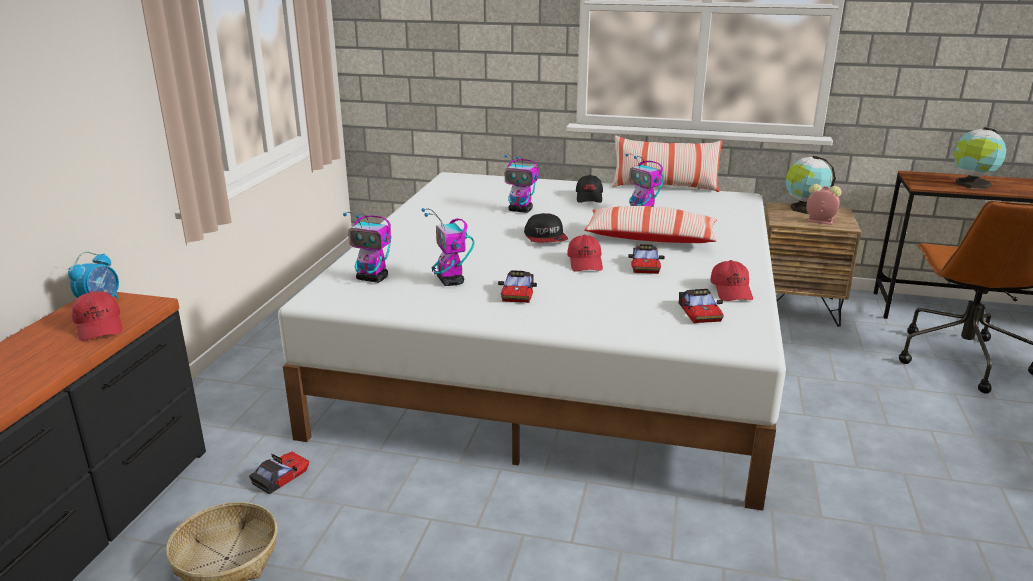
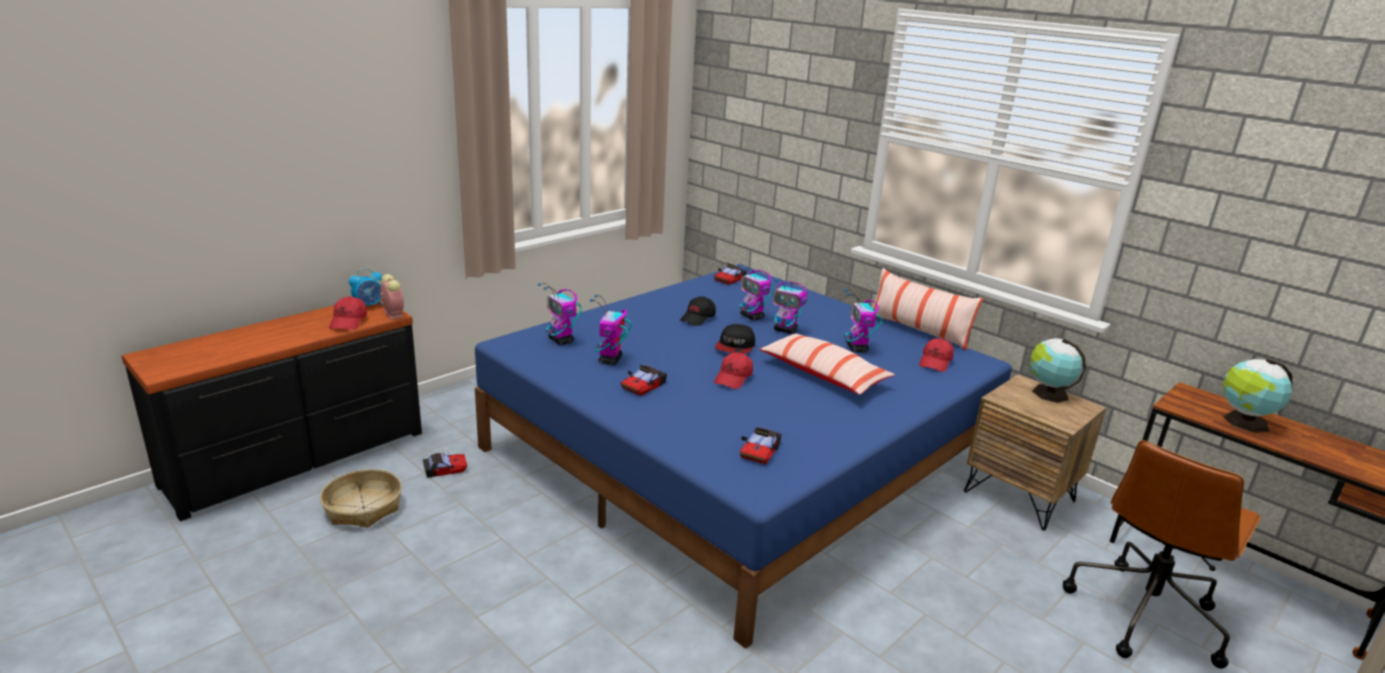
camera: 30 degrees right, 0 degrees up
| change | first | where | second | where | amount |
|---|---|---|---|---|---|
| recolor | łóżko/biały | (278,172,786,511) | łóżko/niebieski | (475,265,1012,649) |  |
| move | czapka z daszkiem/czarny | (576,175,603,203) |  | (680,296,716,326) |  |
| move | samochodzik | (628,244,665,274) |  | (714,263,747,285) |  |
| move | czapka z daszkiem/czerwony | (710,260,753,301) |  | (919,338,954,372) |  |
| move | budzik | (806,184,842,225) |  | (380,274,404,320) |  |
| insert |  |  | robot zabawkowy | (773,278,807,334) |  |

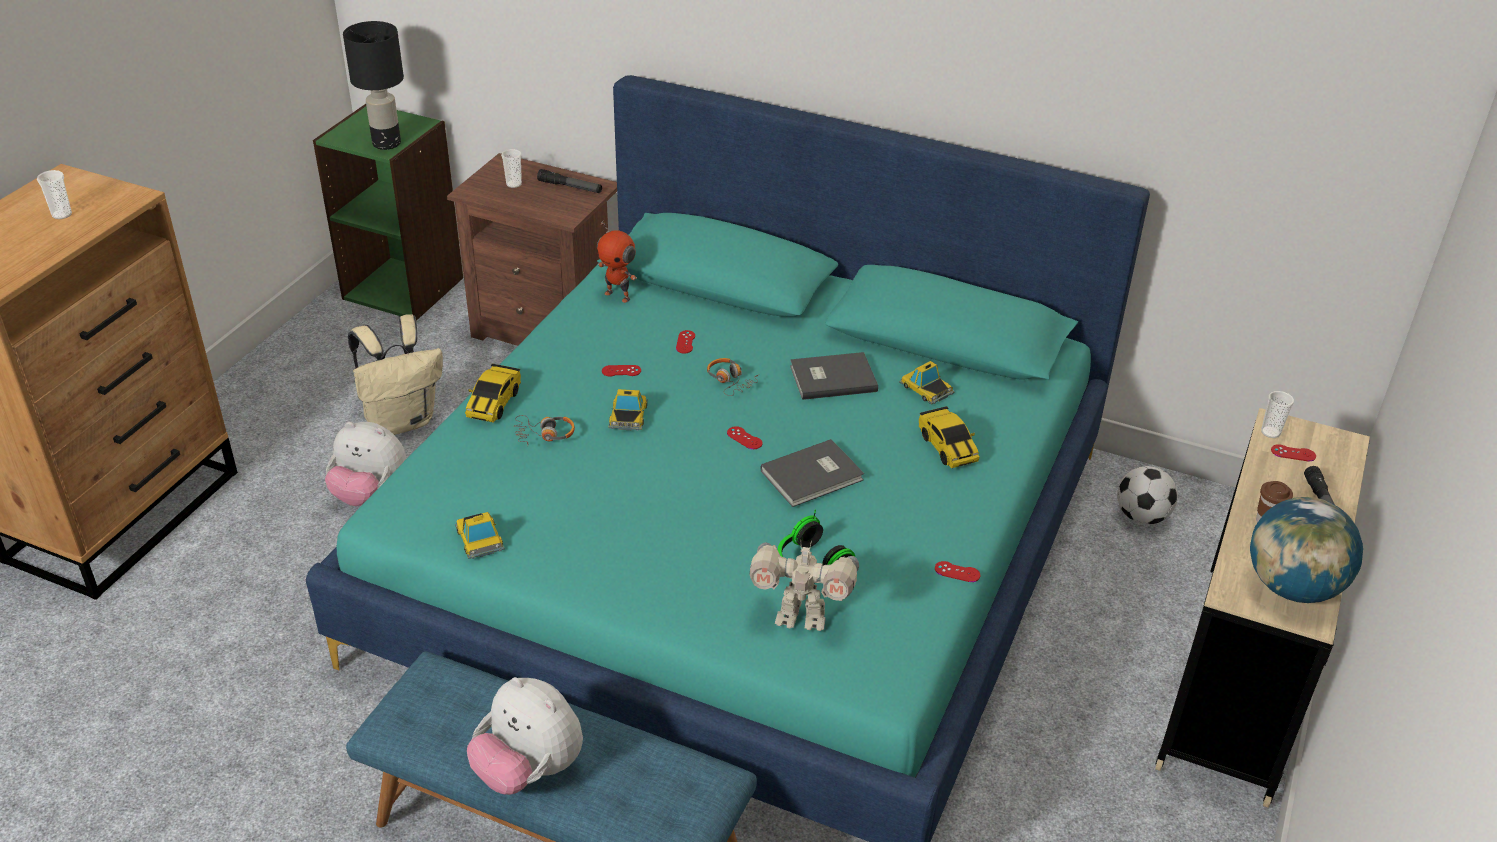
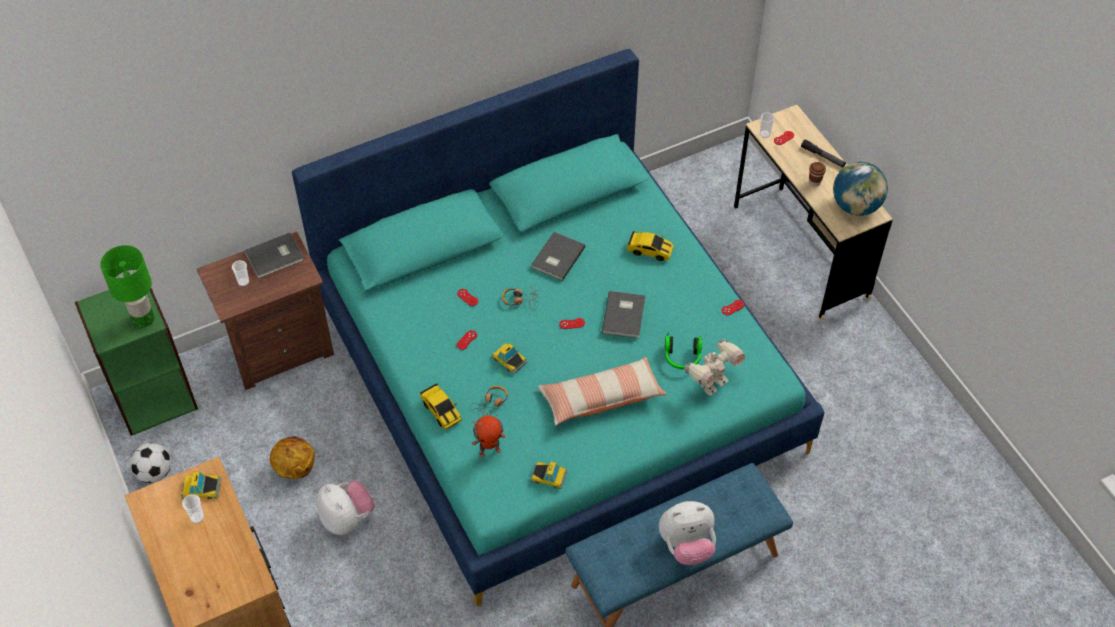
camera: 50 degrees left, 15 degrees up
| change | first | where | second | where | amount |
|---|---|---|---|---|---|
| rotate | pluszak | (325,422,406,506) |  | (316,481,375,535) | 90 degrees counterclockwise |
| recolor | lampa stołowa/czarny | (343,21,404,150) | lampa stołowa/zielony | (100,245,155,328) |  |
| replace | plecak/beżowy | (348,314,443,435) | piłka do koszykówki | (270,436,315,479) |  |
| replace | latarka | (537,169,602,193) | książka/szary | (244,233,304,278) |  |
| move | robot zabawkowy | (597,220,637,303) |  | (472,415,506,457) |  |
| move | samochodzik | (899,361,955,405) |  | (181,471,222,499) |  |
| move | piłka futbolowa | (1117,466,1178,525) |  | (130,443,171,483) |  |
| insert |  |  | poduszka | (538,357,666,426) |  |

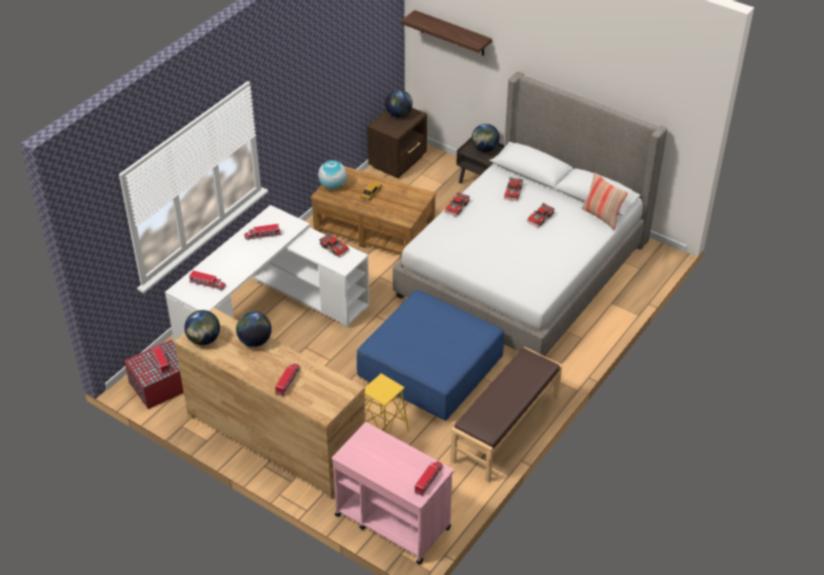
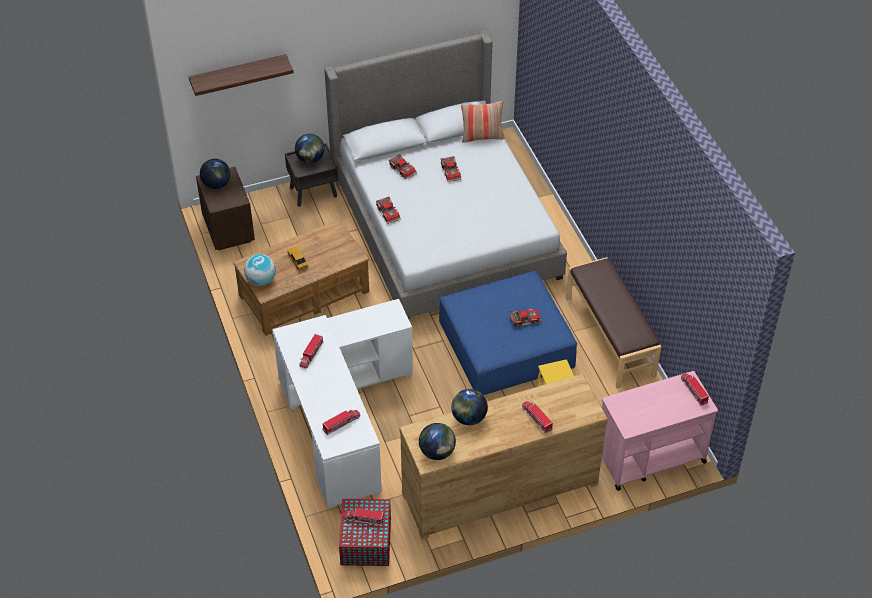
camera: 55 degrees left, 5 degrees up
| change | first | where | second | where | amount |
|---|---|---|---|---|---|
| move | samochodzik | (319,233,350,258) |  | (509,309,541,327) |  |

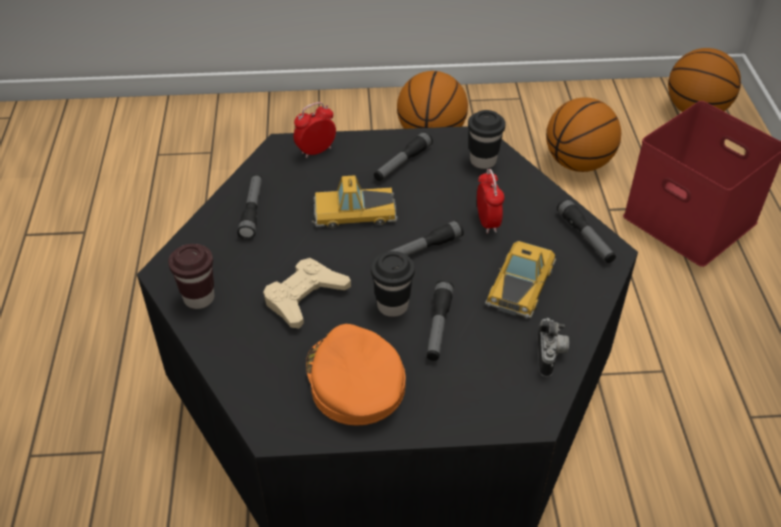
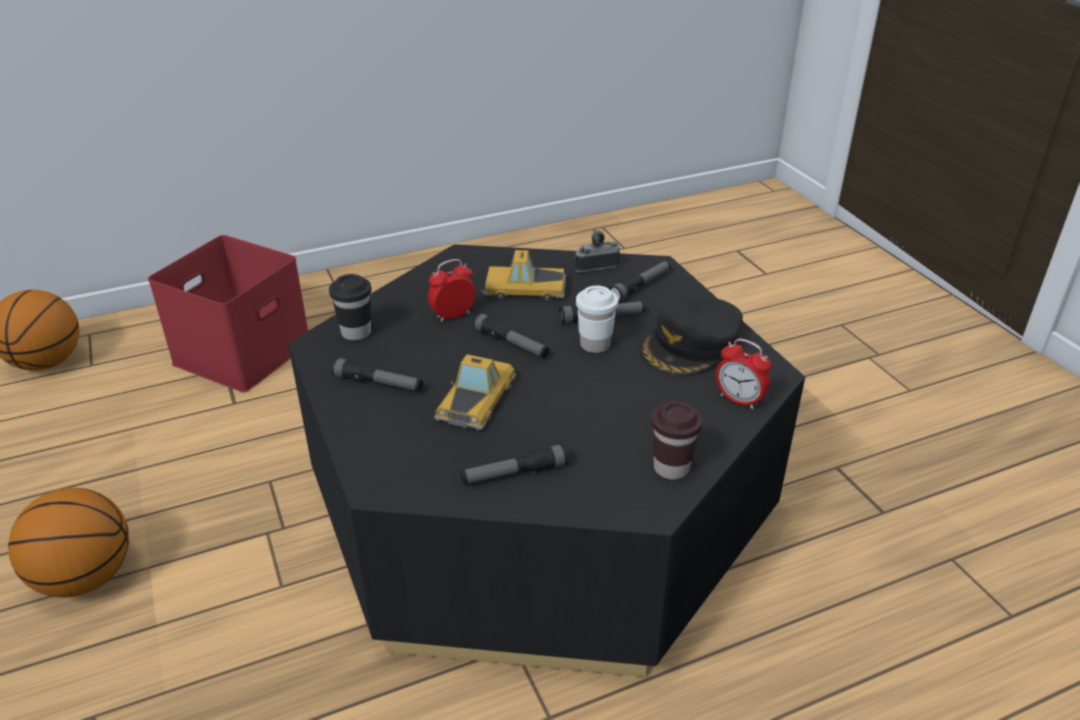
camera: 110 degrees left, 10 degrees down
| change | first | where | second | where | amount |
|---|---|---|---|---|---|
| delete | pad do gier/beżowy | (263,258,351,329) |  |  |  |
| move | budzik | (293,102,336,158) |  | (715,339,771,409) |  |
| recolor | czapka z daszkiem/pomarańczowy | (306,324,406,426) | czapka z daszkiem/czarny | (640,298,743,376) |  |
| rotate | samochodzik | (312,175,397,228) |  | (434,354,516,430) | 135 degrees counterclockwise |
| recolor | filiżanka/czarny | (371,251,415,317) | filiżanka/biały | (576,286,618,353) |  |
| delete | piłka do koszykówki | (546,98,621,172) |  |  |  |
| move | latarka | (557,198,616,263) |  | (609,261,671,302) |  |

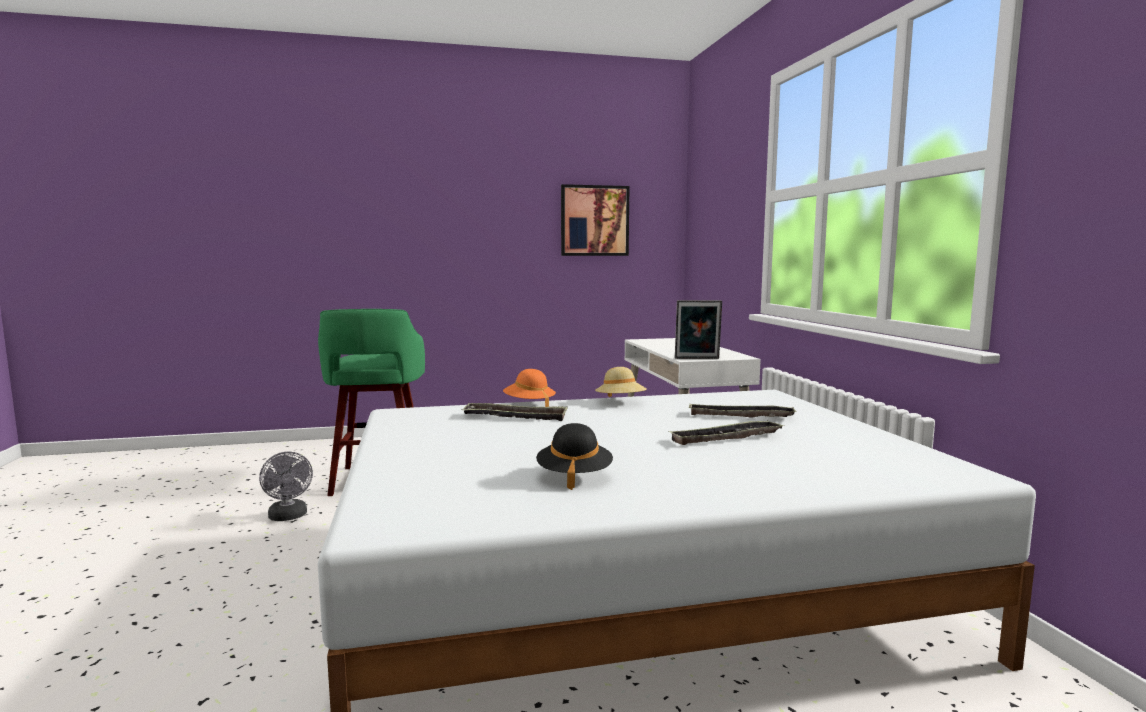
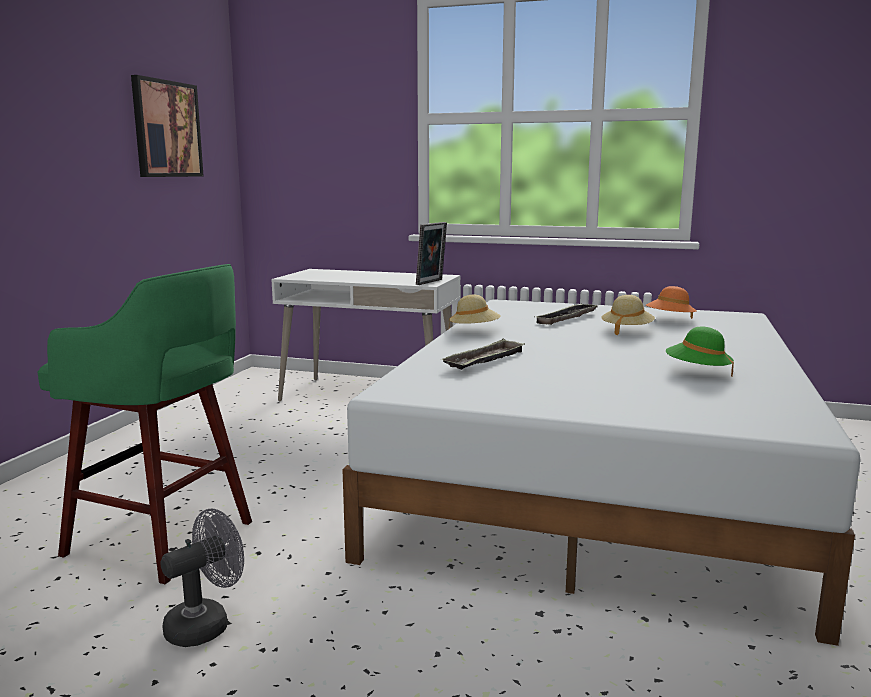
camera: 60 degrees left, 5 degrees up
| change | first | where | second | where | amount |
|---|---|---|---|---|---|
| rotate | wentylator/szary | (259,452,313,521) |  | (161,509,244,647) | 45 degrees counterclockwise |
| move | kapelusz/pomarańczowy | (503,369,556,407) |  | (646,286,697,319) |  |
| recolor | kapelusz/czarny | (536,423,613,490) | kapelusz/zielony | (666,326,734,376) |  |
| replace | taca | (668,420,784,445) | kapelusz/beżowy | (601,295,655,336) |  |

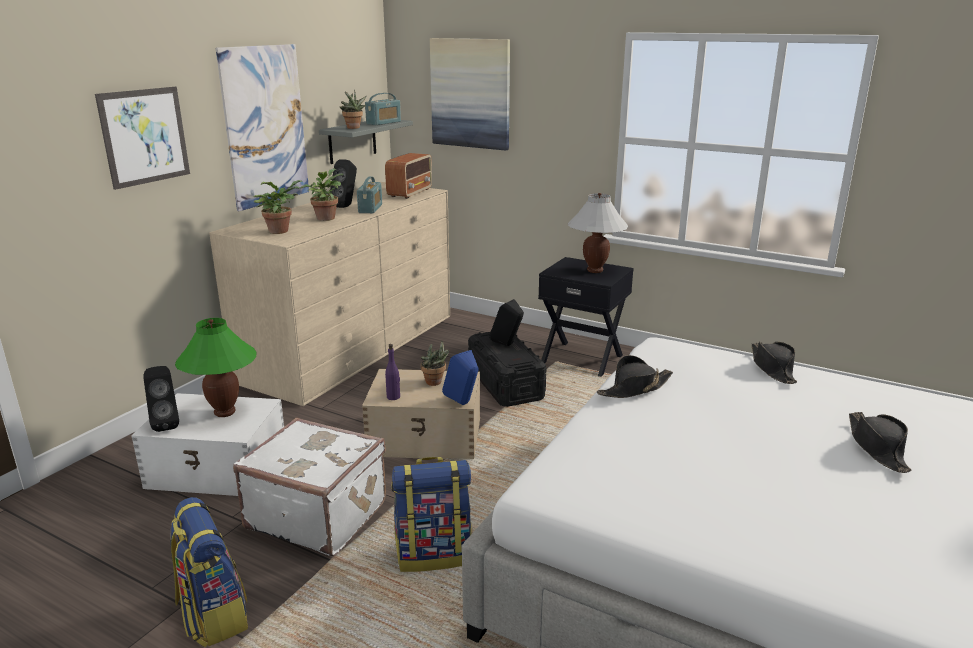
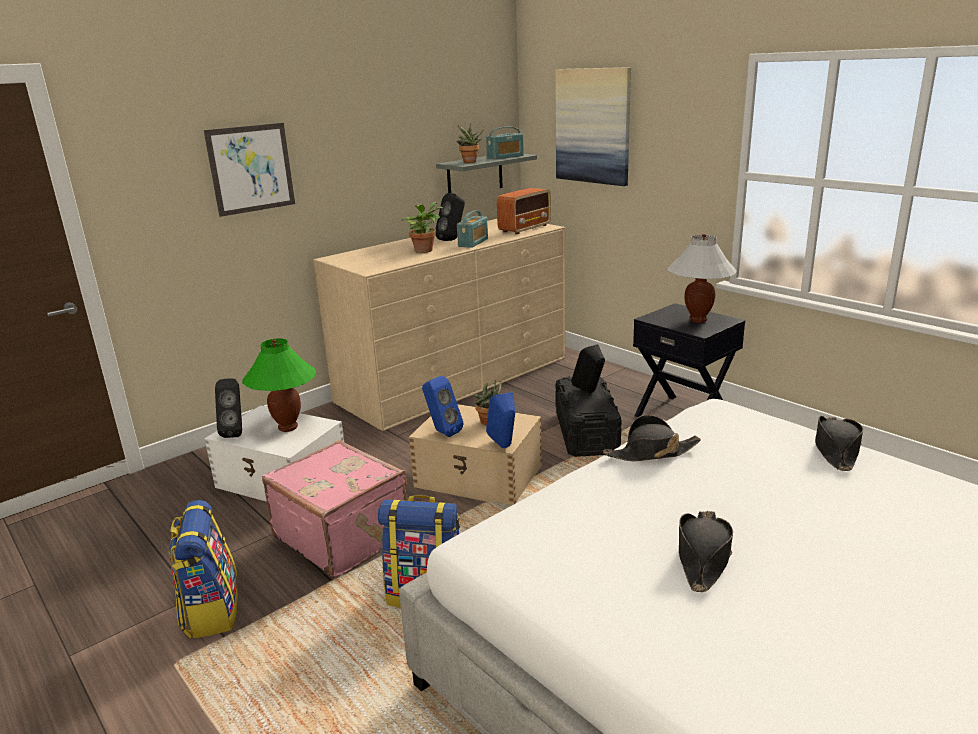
camera: 20 degrees right, 0 degrees up
| change | first | where | second | where | amount |
|---|---|---|---|---|---|
| delete | obraz | (216,44,309,211) |  |  |  |
| recolor | walizka/biały | (233,418,386,556) | walizka/różowy | (262,440,407,578) |  |
| delete | roślina doniczkowa | (253,180,303,234) |  |  |  |
| replace | butelka/fioletowy | (385,344,400,400) | głośnik/niebieski | (422,376,464,437) |  |
| move | kapelusz/czarny | (849,412,911,473) |  | (679,511,733,592) |  |

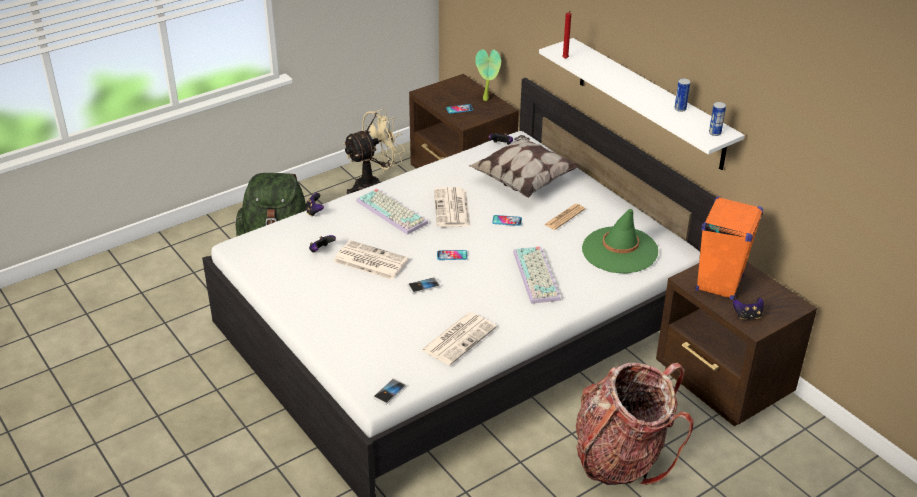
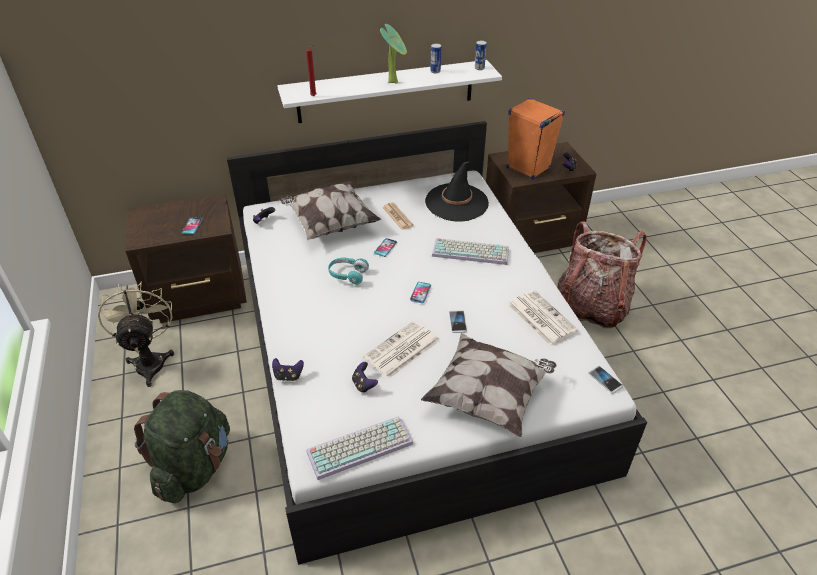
camera: 70 degrees left, 5 degrees up
| change | first | where | second | where | amount |
|---|---|---|---|---|---|
| move | klawiatura | (356,189,428,235) |  | (306,416,413,480) |  |
| replace | gazeta | (434,187,471,227) | słuchawki/turkusowy | (328,258,369,285) |  |
| move | roślina doniczkowa | (475,49,501,101) |  | (380,24,407,84) |  |
| recolor | kapelusz/zielony | (582,209,658,274) | kapelusz/czarny | (425,161,489,221) |  |
| insert |  |  | poduszka | (421,333,556,437) |  |

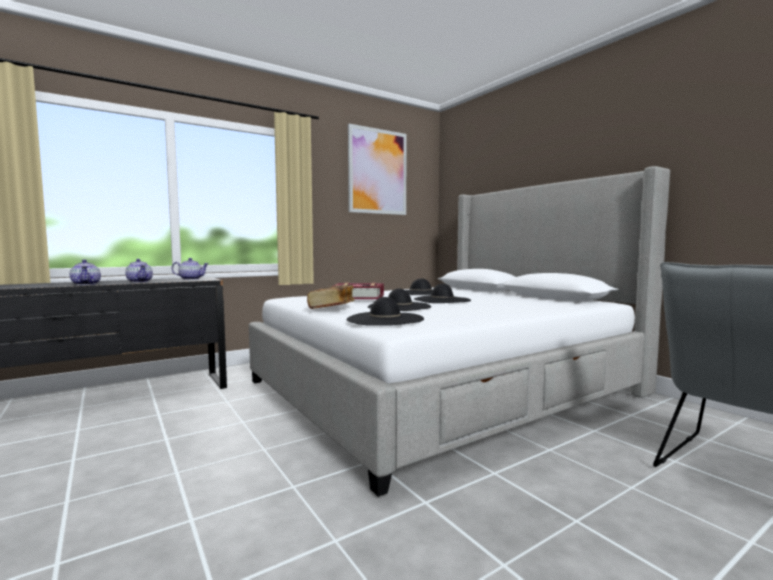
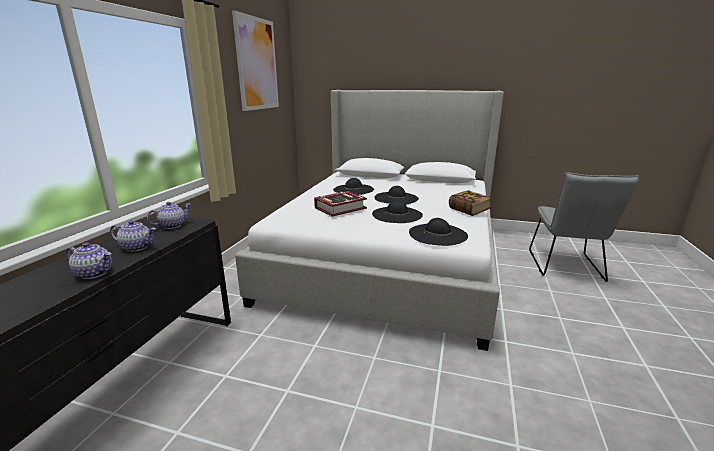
camera: 40 degrees left, 15 degrees up
| change | first | where | second | where | amount |
|---|---|---|---|---|---|
| move | książka | (307,285,355,309) |  | (449,190,492,216) |  |

